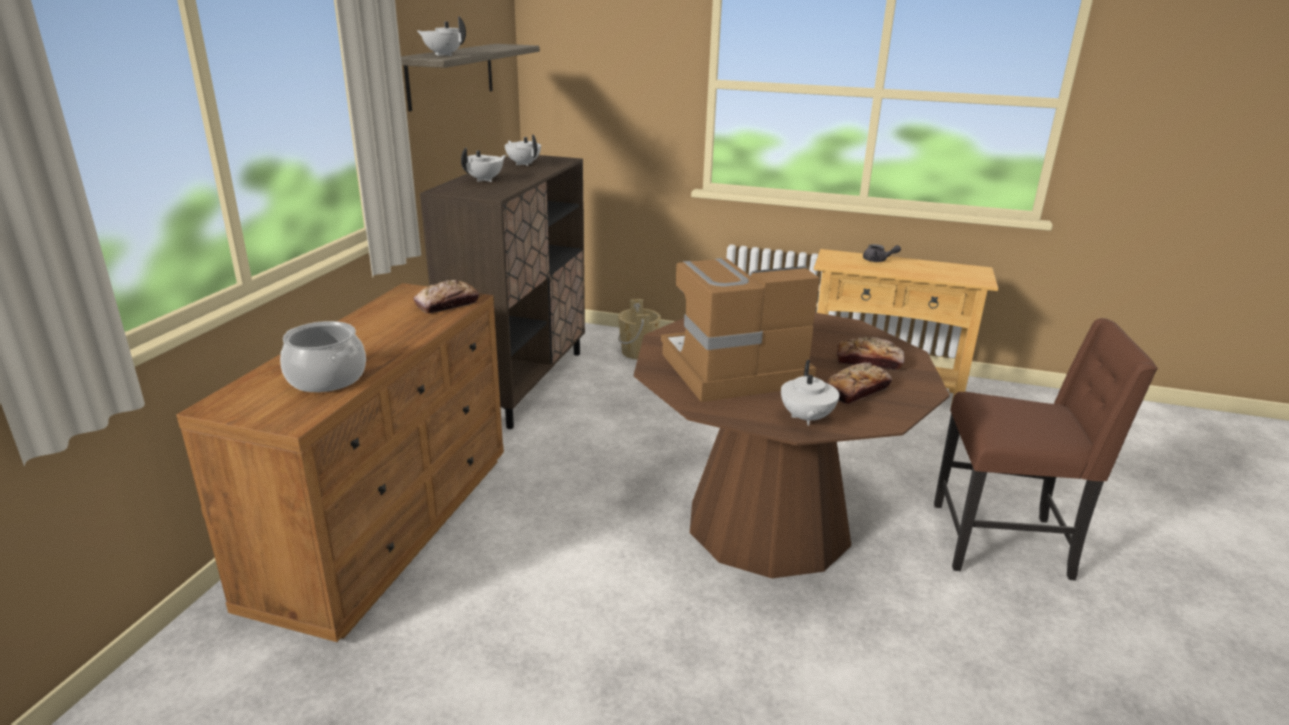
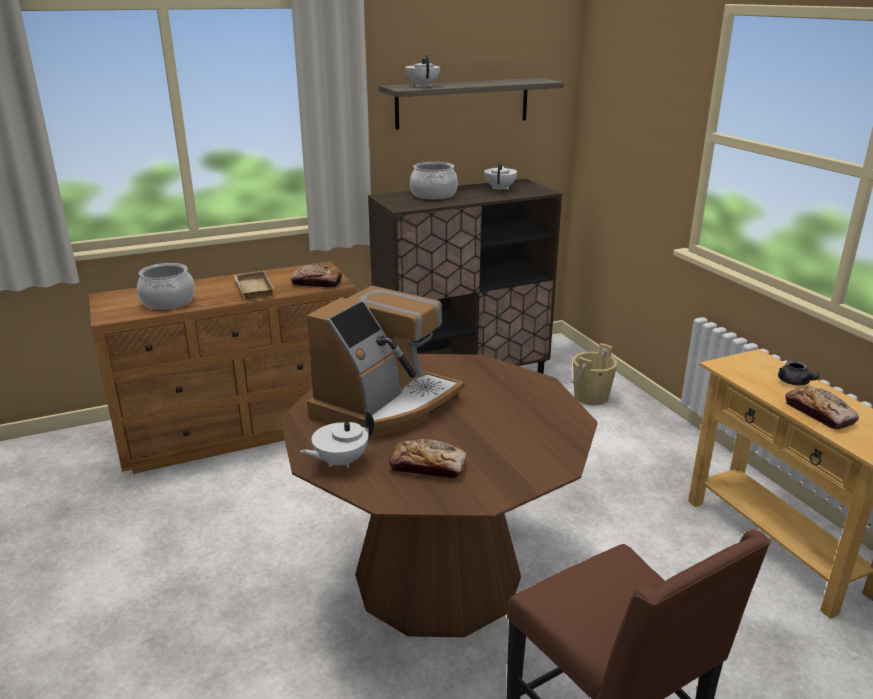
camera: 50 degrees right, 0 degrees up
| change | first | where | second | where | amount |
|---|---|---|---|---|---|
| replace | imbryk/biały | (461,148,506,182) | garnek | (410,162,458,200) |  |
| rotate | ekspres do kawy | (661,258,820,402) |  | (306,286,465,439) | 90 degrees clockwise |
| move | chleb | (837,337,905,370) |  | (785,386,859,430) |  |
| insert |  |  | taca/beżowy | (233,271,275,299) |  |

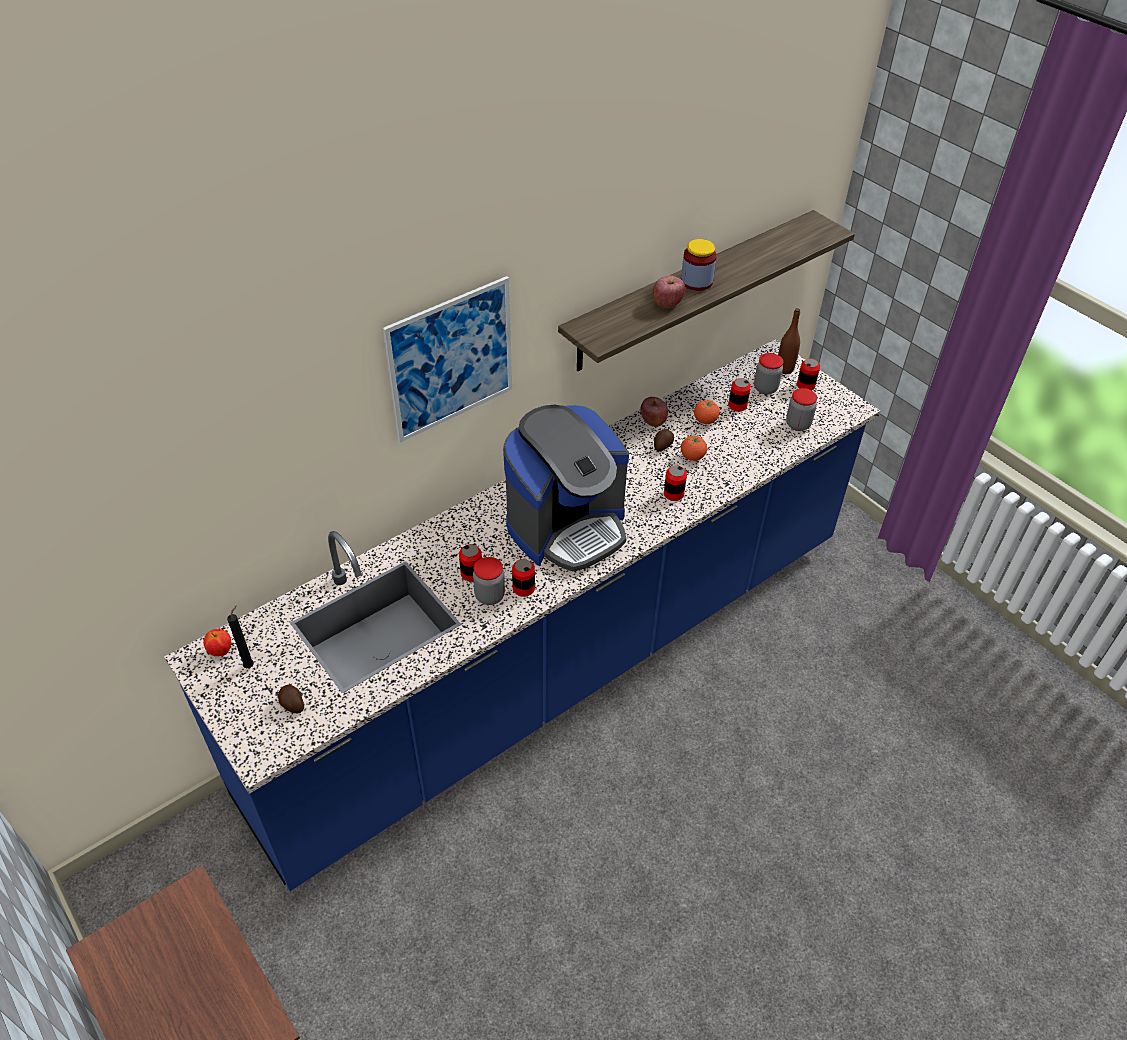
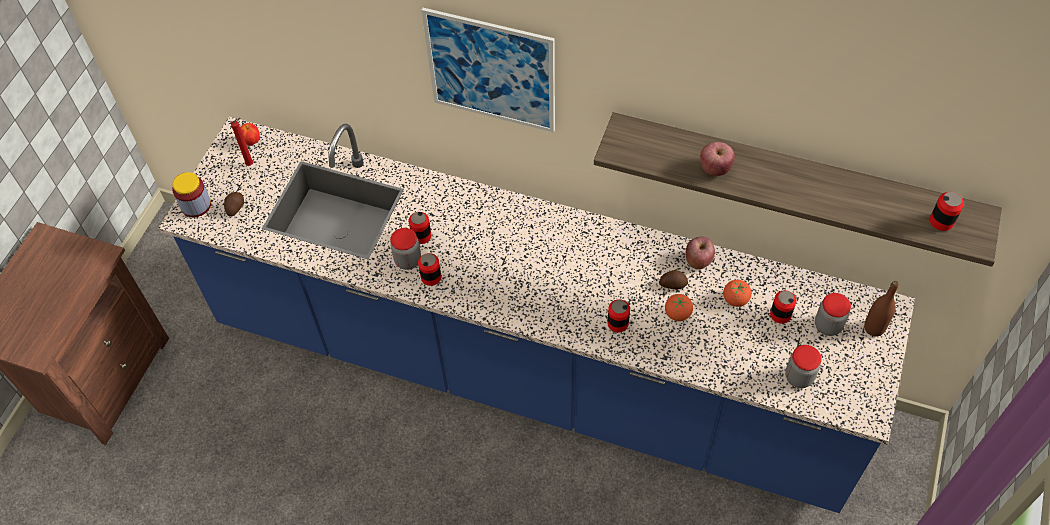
camera: 60 degrees right, 10 degrees up
| change | first | where | second | where | amount |
|---|---|---|---|---|---|
| recolor | świeca/czarny | (227,605,254,668) | świeca/czerwony | (231,118,254,166) |  |
| delete | ekspres do kawy | (503,405,629,572) |  |  |  |
| move | słoik | (681,239,717,291) |  | (172,172,211,217) |  |
| move | puszka | (797,358,820,390) |  | (930,192,964,231) |  |

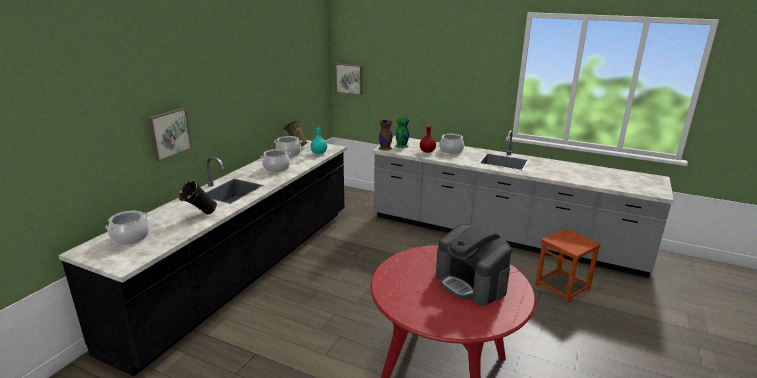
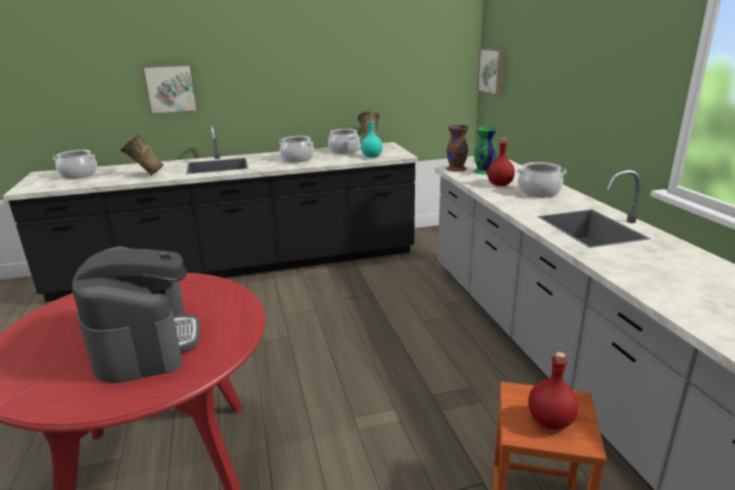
camera: 50 degrees right, 0 degrees up
| change | first | where | second | where | amount |
|---|---|---|---|---|---|
| recolor | wazon/czarny | (178,180,217,214) | wazon/beżowy | (120,134,164,176) |  |
| rotate | ekspres do kawy | (436,224,511,306) |  | (72,246,200,383) | 150 degrees clockwise |
| insert |  |  | butelka/czerwony | (528,352,579,430) |  |

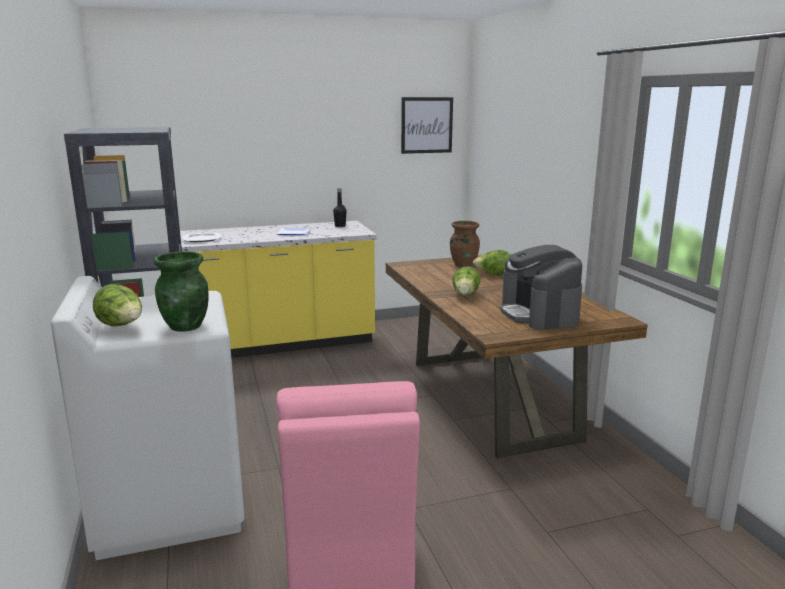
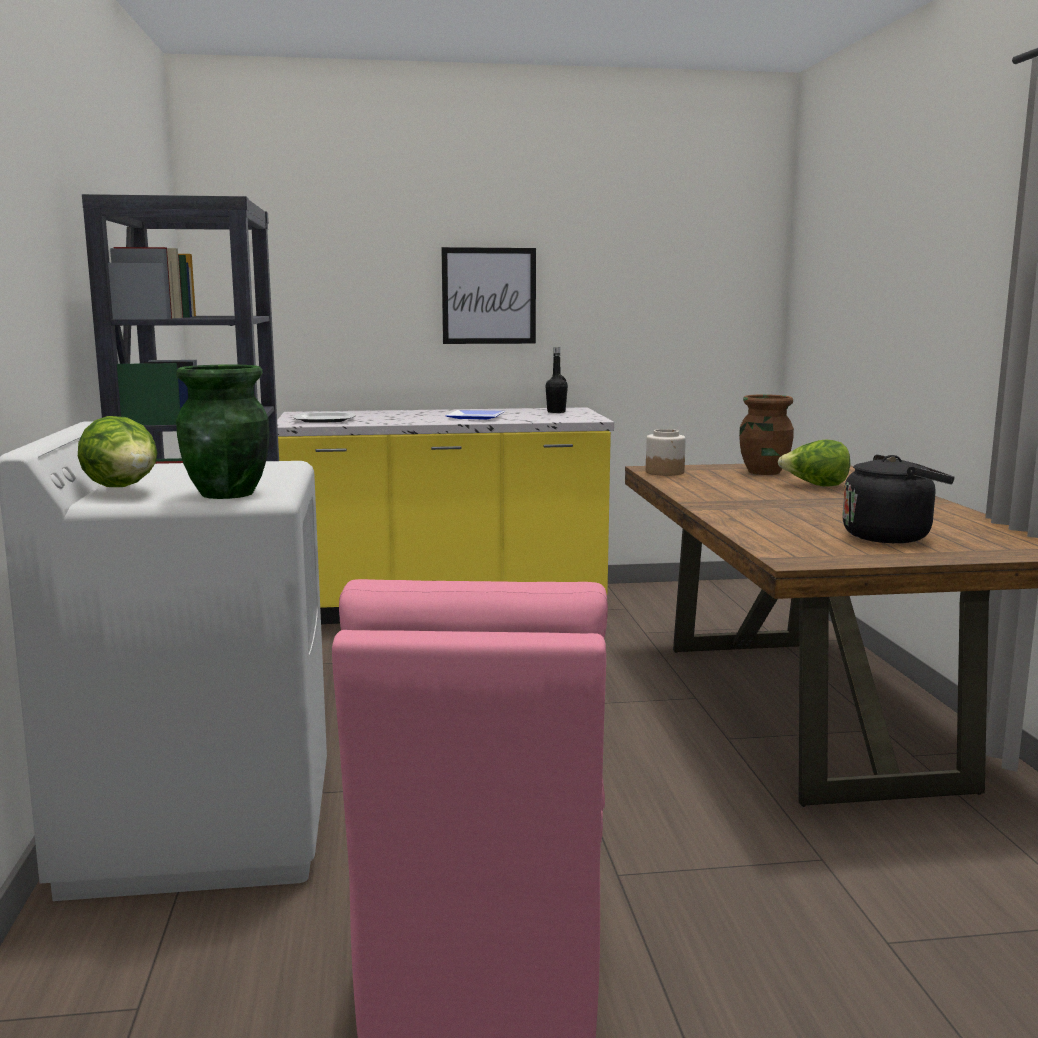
camera: 10 degrees right, 5 degrees down
| change | first | where | second | where | amount |
|---|---|---|---|---|---|
| move | obraz | (401,97,453,154) |  | (441,247,536,344) |  |
| delete | sałata | (452,266,481,295) |  |  |  |
| replace | ekspres do kawy | (500,245,582,330) | czajnik/czarny | (842,455,955,543) |  |
| insert |  |  | słoik | (646,429,686,476) |  |

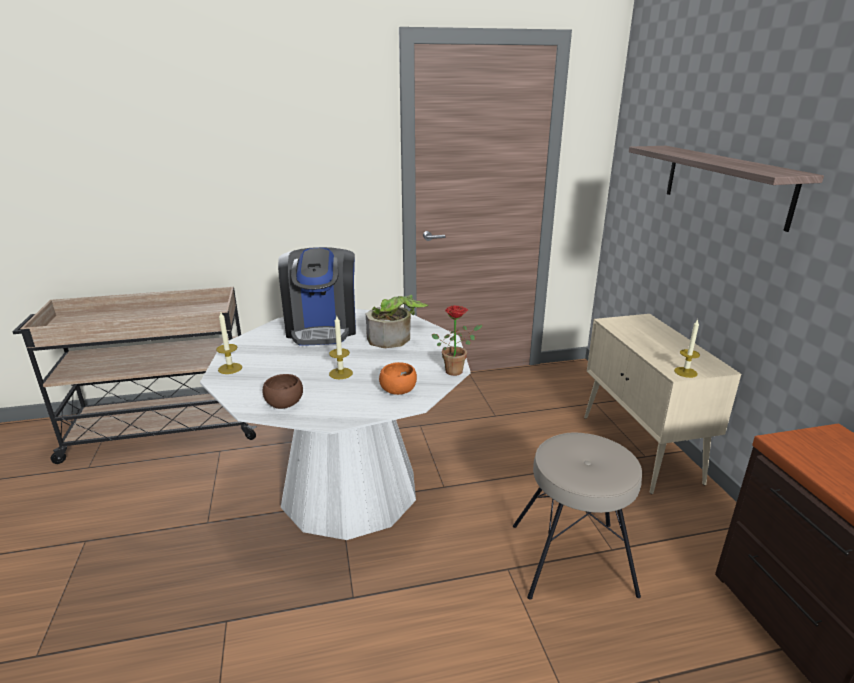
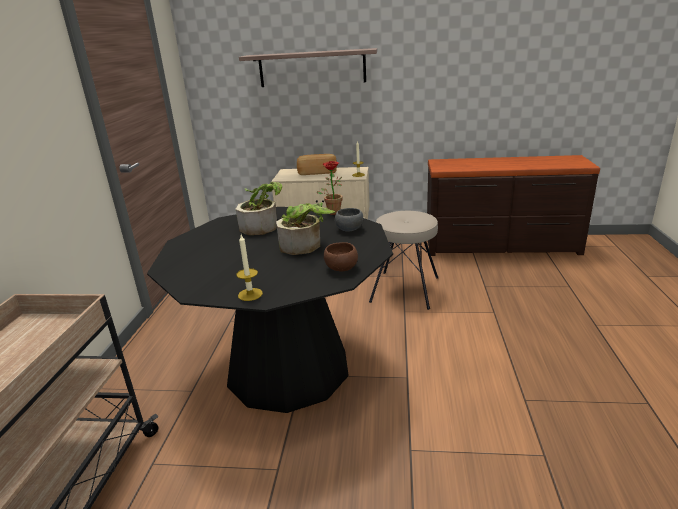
camera: 70 degrees left, 0 degrees up
| change | first | where | second | where | amount |
|---|---|---|---|---|---|
| recolor | stół jadalny/biały | (200,309,471,540) | stół jadalny/czarny | (147,207,393,413) |  |
| delete | ekspres do kawy | (278,247,356,346) |  |  |  |
| replace | świeca | (329,316,353,379) | roślina doniczkowa | (276,202,336,255) |  |
| recolor | miska/pomarańczowy | (379,362,417,395) | miska/szary | (335,208,364,232) |  |
| insert |  |  | chleb | (297,154,337,175) |  |

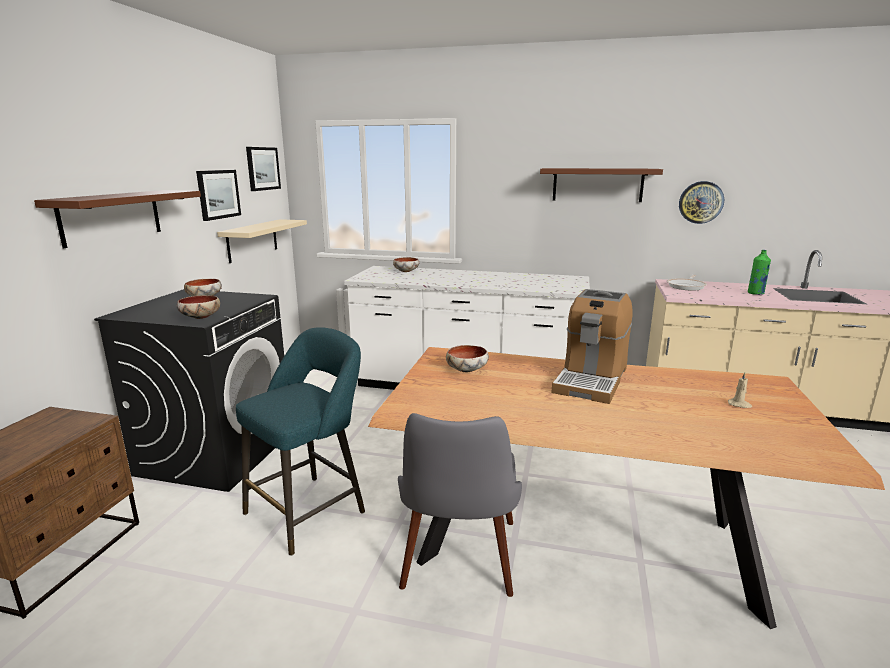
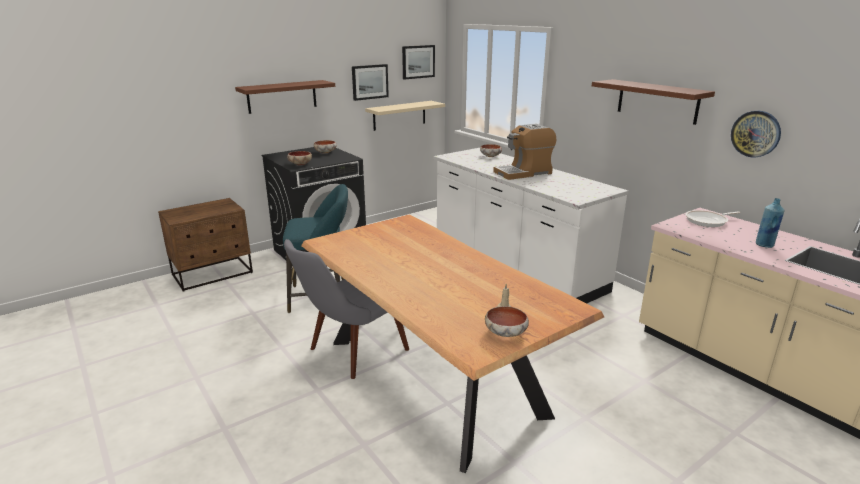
camera: 40 degrees right, 5 degrees up
| change | first | where | second | where | amount |
|---|---|---|---|---|---|
| move | miska | (446,345,489,372) |  | (485,306,529,337) |  |
| move | ekspres do kawy | (552,289,633,404) |  | (493,124,556,180) |  |
| recolor | butelka/zielony | (748,250,771,295) | butelka/niebieski | (756,198,784,248) |  |

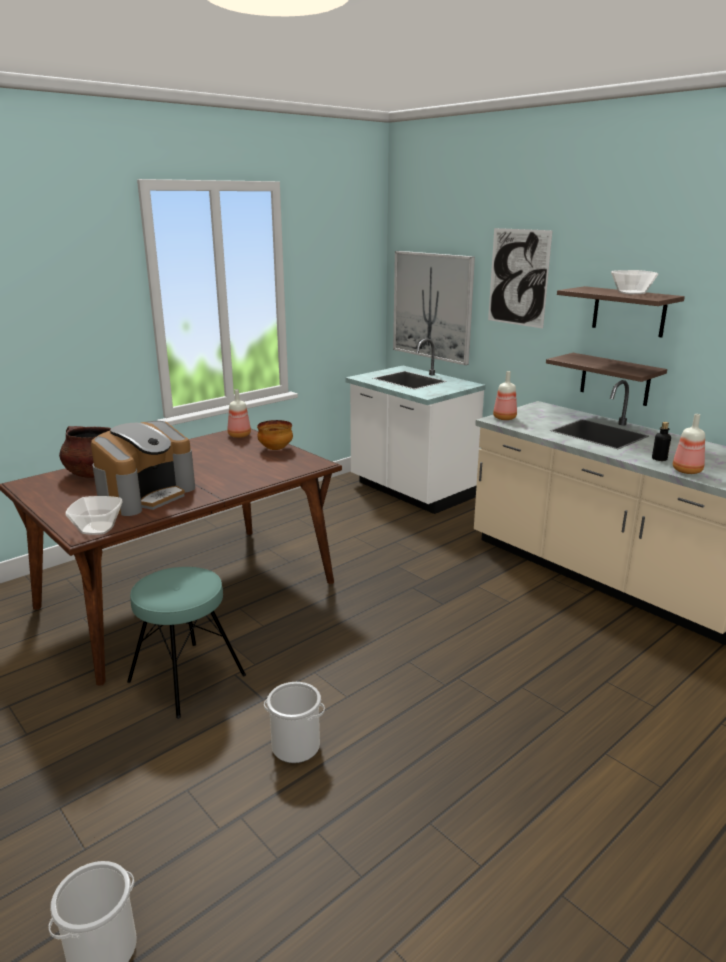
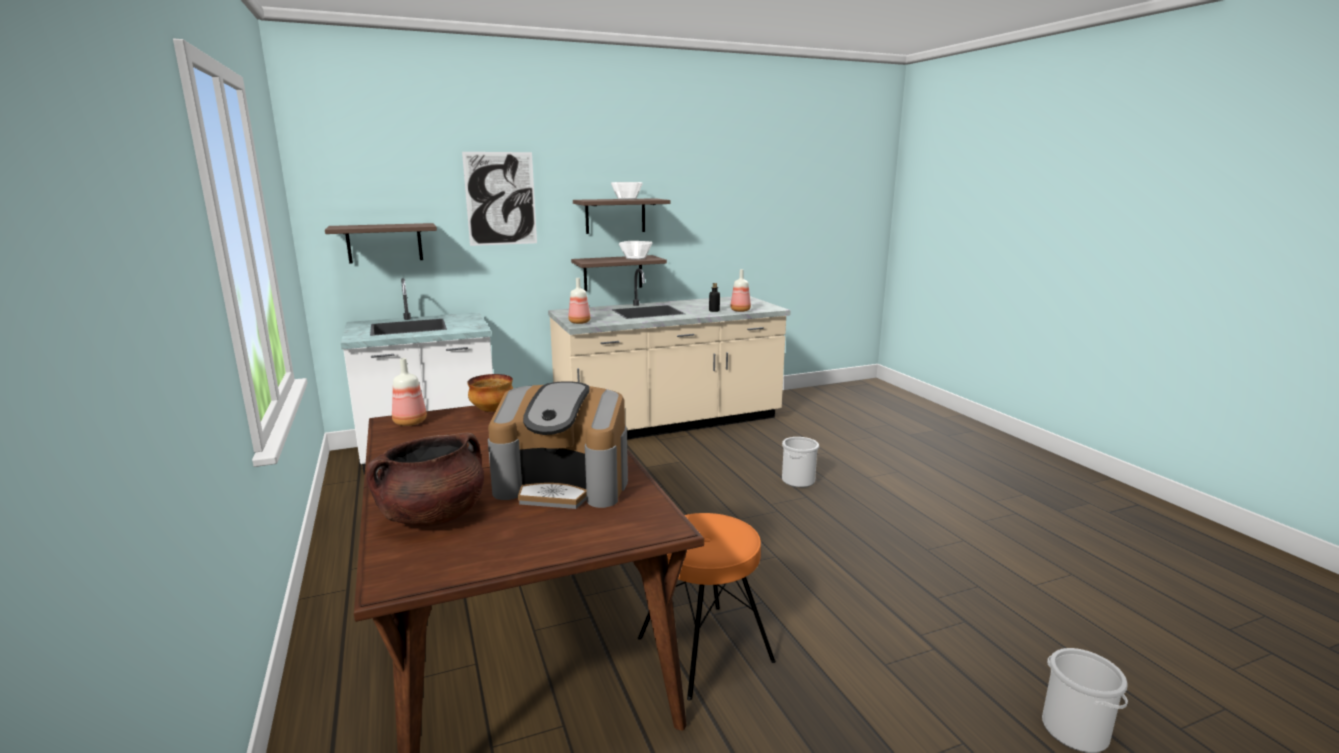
camera: 70 degrees left, 5 degrees down
| change | first | where | second | where | amount |
|---|---|---|---|---|---|
| move | miska | (65,496,122,535) |  | (619,241,652,260) |  |
| rotate | ekspres do kawy | (91,421,195,516) |  | (488,381,628,509) | 135 degrees clockwise |
| recolor | stołek/turkusowy | (127,567,246,719) | stołek/pomarańczowy | (638,513,776,701) |  |
| move | wiadro | (264,682,325,763) |  | (782,437,819,488) |  |
| replace | obraz | (393,251,475,365) | półka | (325,223,437,264) |  |

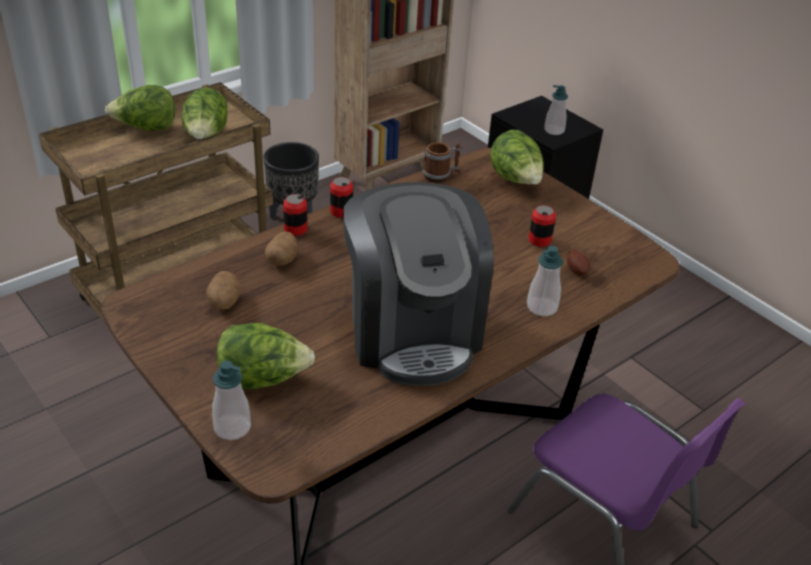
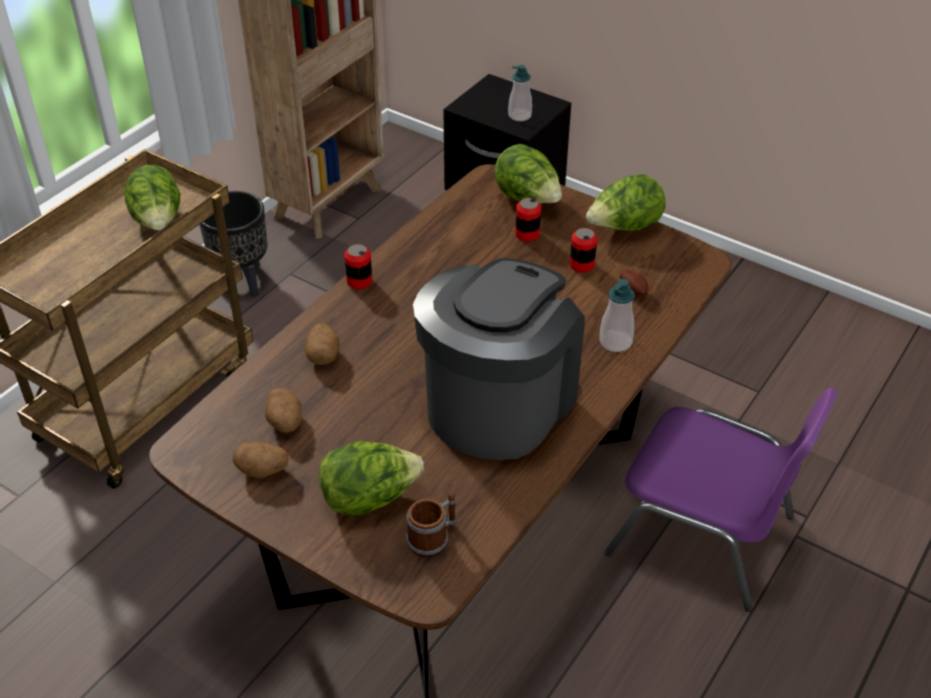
camera: 15 degrees left, 5 degrees up
| change | first | where | second | where | amount |
|---|---|---|---|---|---|
| move | sałata | (105,85,175,131) |  | (586,174,666,231) |  |
| delete | dozownik mydła | (212,361,251,440) |  |  |  |
| move | puszka | (283,194,307,236) |  | (515,198,541,242) |  |
| rotate | ekspres do kawy | (343,182,494,386) |  | (413,258,585,460) | 120 degrees counterclockwise |
| move | kubek | (423,142,461,182) |  | (406,492,456,558) |  |
| insert |  |  | ziemniak | (233,442,289,478) |  |

